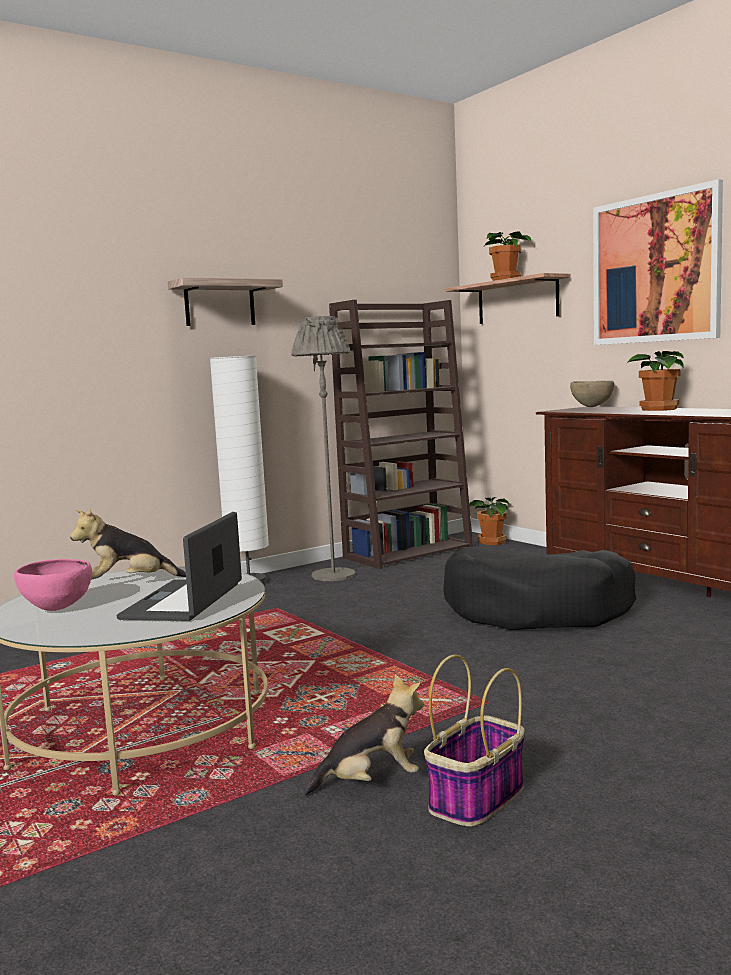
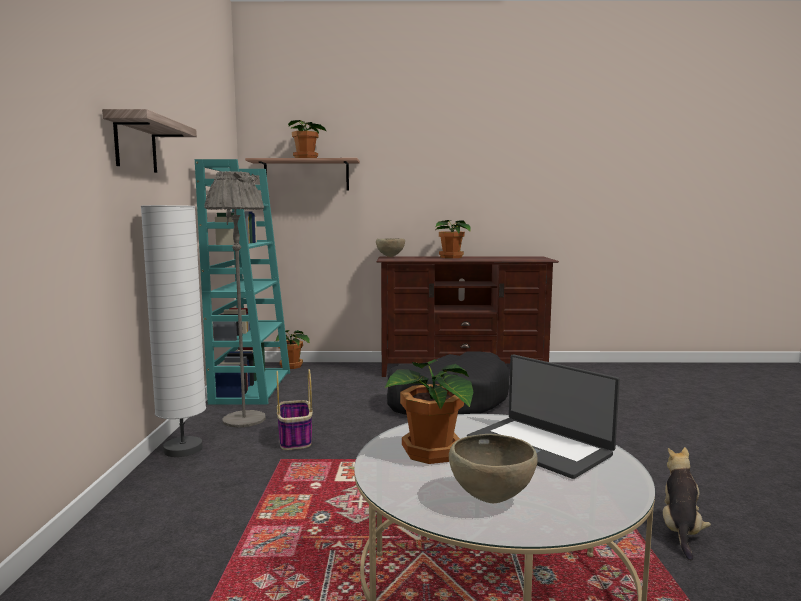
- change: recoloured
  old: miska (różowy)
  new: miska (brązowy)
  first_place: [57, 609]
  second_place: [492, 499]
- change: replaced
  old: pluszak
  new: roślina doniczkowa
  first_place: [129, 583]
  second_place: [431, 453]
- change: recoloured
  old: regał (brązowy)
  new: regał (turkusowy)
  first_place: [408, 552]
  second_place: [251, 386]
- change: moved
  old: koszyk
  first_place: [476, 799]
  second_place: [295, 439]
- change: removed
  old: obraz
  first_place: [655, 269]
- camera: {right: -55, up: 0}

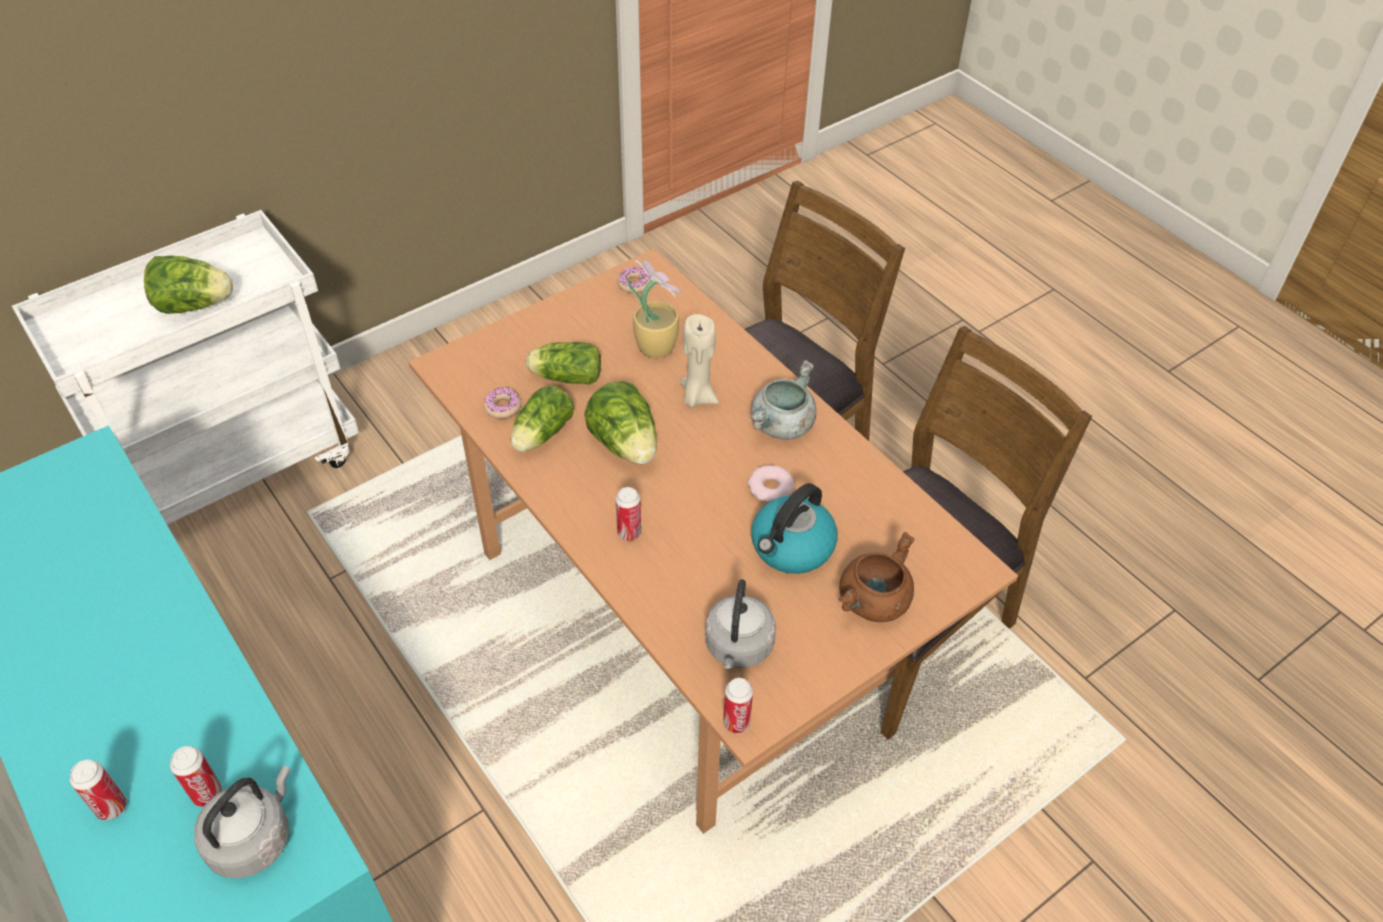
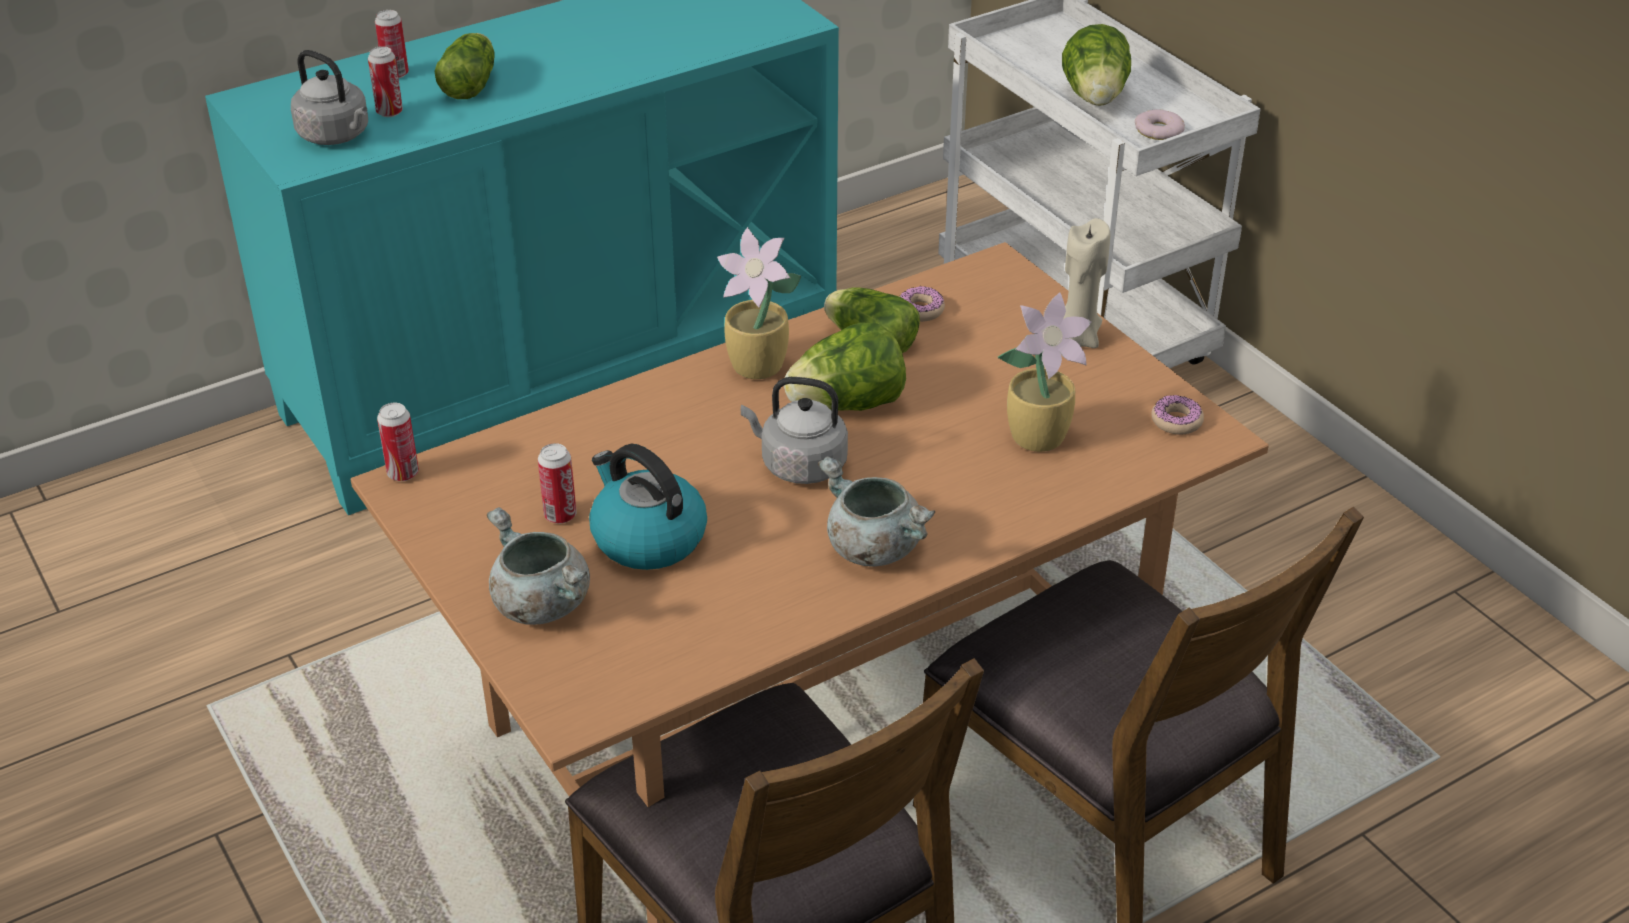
- change: moved
  old: sałata
  first_place: [564, 377]
  second_place: [471, 83]
- change: moved
  old: puszka
  first_place: [629, 533]
  second_place: [560, 515]
- change: moved
  old: świeca (beżowy)
  first_place: [697, 397]
  second_place: [1076, 339]
- change: moved
  old: czajnik (szary)
  first_place: [738, 648]
  second_place: [799, 465]
- change: moved
  old: donut
  first_place: [770, 488]
  second_place: [1158, 130]
- change: recoloured
  old: garnek (brązowy)
  new: garnek (szary)
  first_place: [873, 603]
  second_place: [539, 604]
- change: added
  new: roślina doniczkowa
  second_place: [759, 368]
- camera: {right: 95, up: -10}

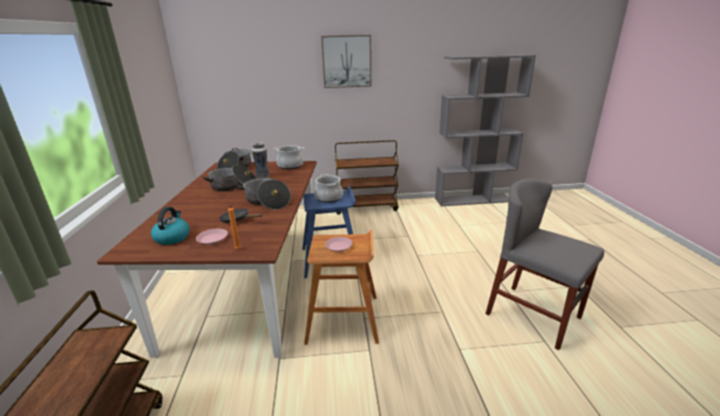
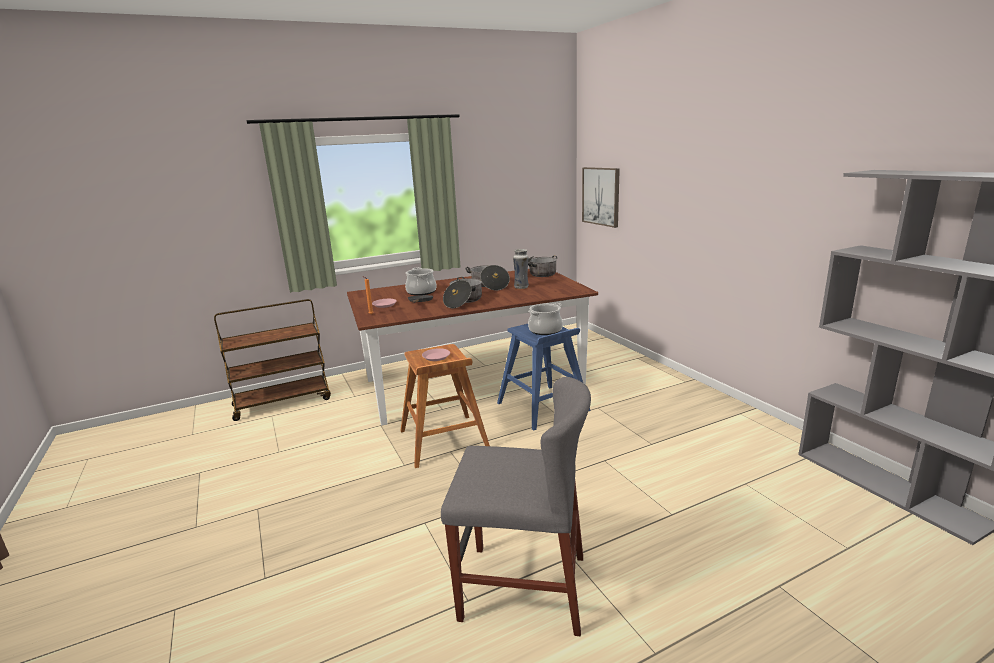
- change: removed
  old: czajnik
  first_place: [172, 237]
- change: moved
  old: garnek
  first_place: [290, 166]
  second_place: [421, 292]
- change: moved
  old: obraz
  first_place: [346, 61]
  second_place: [601, 196]
- change: removed
  old: wózek (brązowy)
  first_place: [367, 207]
- change: turned
  old: krzesło (szary)
  first_place: [533, 315]
  second_place: [523, 587]
  degrees: 75
- camera: {right: 70, up: -5}

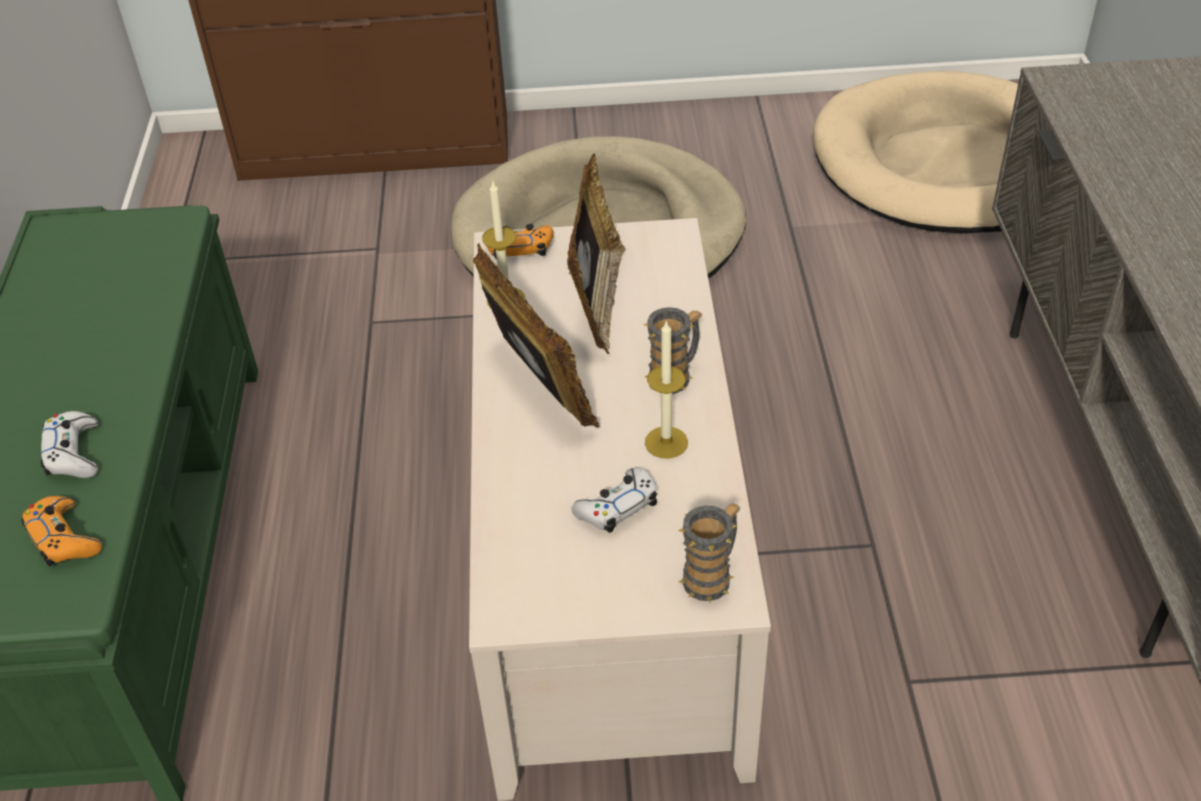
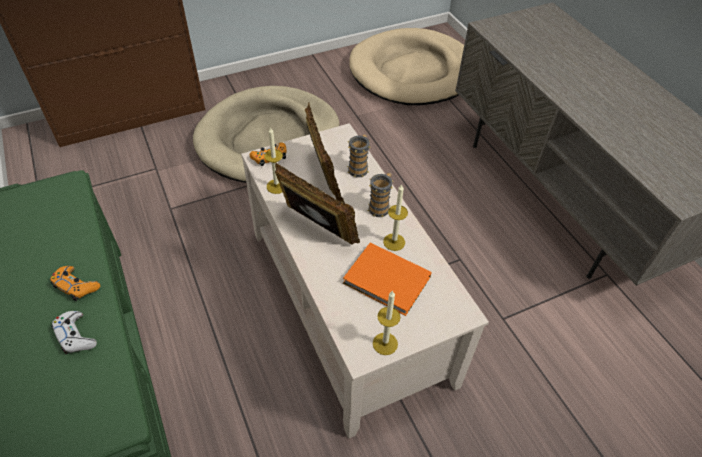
- change: moved
  old: pad do gier (pomarańczowy)
  first_place: [64, 538]
  second_place: [76, 286]
- change: replaced
  old: pad do gier (biały)
  new: książka (pomarańczowy)
  first_place: [617, 507]
  second_place: [388, 282]
- change: moved
  old: kubek
  first_place: [712, 576]
  second_place: [359, 168]
- change: added
  new: świeca
  second_place: [385, 343]
- camera: {right: -25, up: 5}

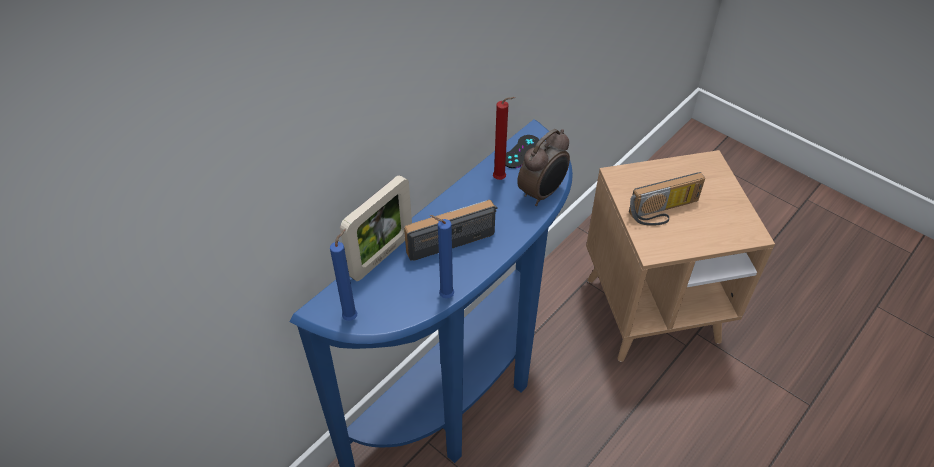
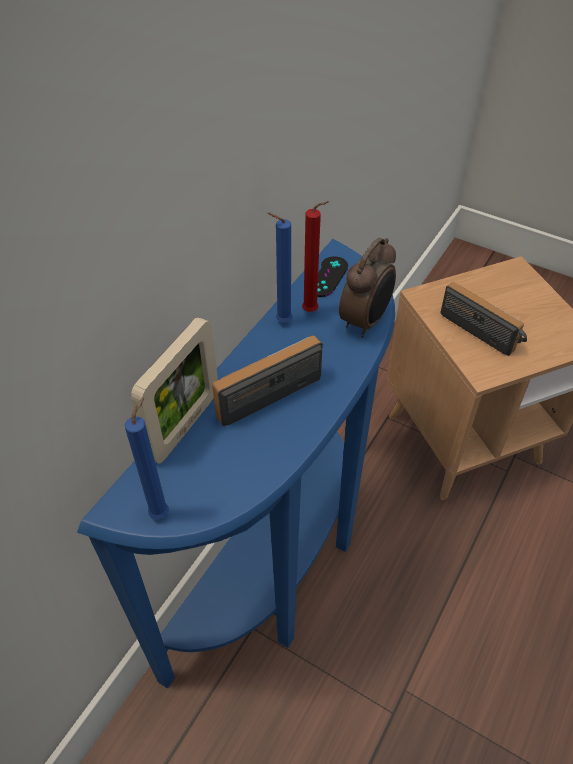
- change: moved
  old: świeca (niebieski)
  first_place: [444, 296]
  second_place: [281, 322]
- change: turned
  old: radio
  first_place: [664, 212]
  second_place: [483, 329]
  degrees: -105
- camera: {right: -10, up: 0}

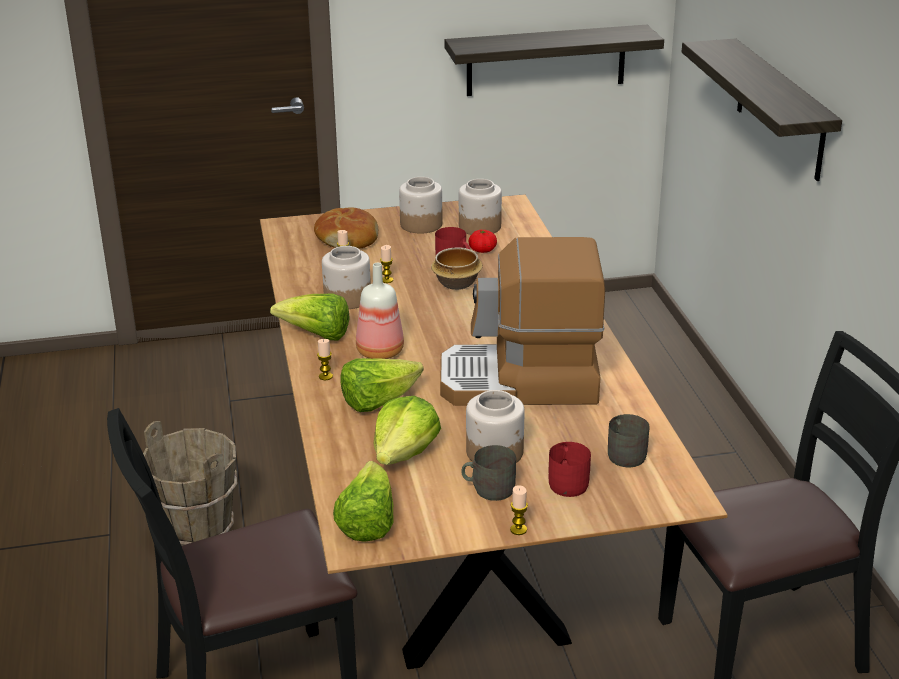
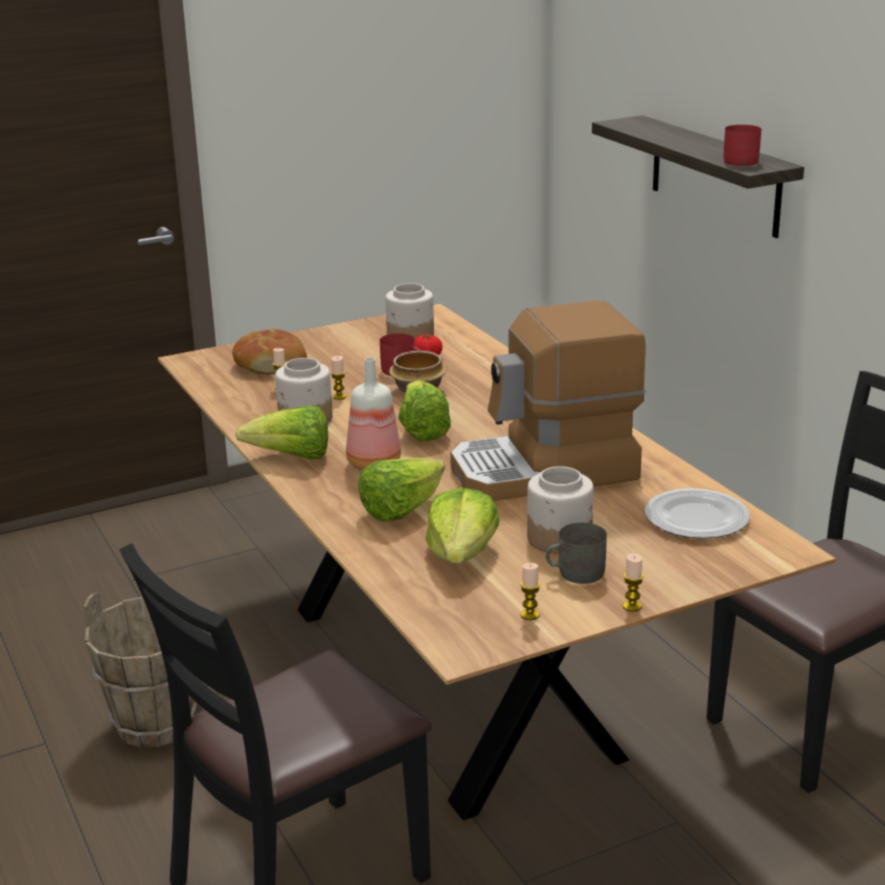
- change: moved
  old: świeca
  first_place: [325, 376]
  second_place: [530, 615]
- change: moved
  old: sałata
  first_place: [367, 522]
  second_place: [422, 430]
- change: removed
  old: słoik
  first_place: [420, 224]
- change: removed
  old: półka
  first_place: [546, 60]
- change: moved
  old: kubek (czerwony)
  first_place: [568, 481]
  second_place: [738, 160]
- change: replaced
  old: kubek (szary)
  new: talerz
  first_place: [625, 453]
  second_place: [696, 519]
- camera: {right: -15, up: -5}

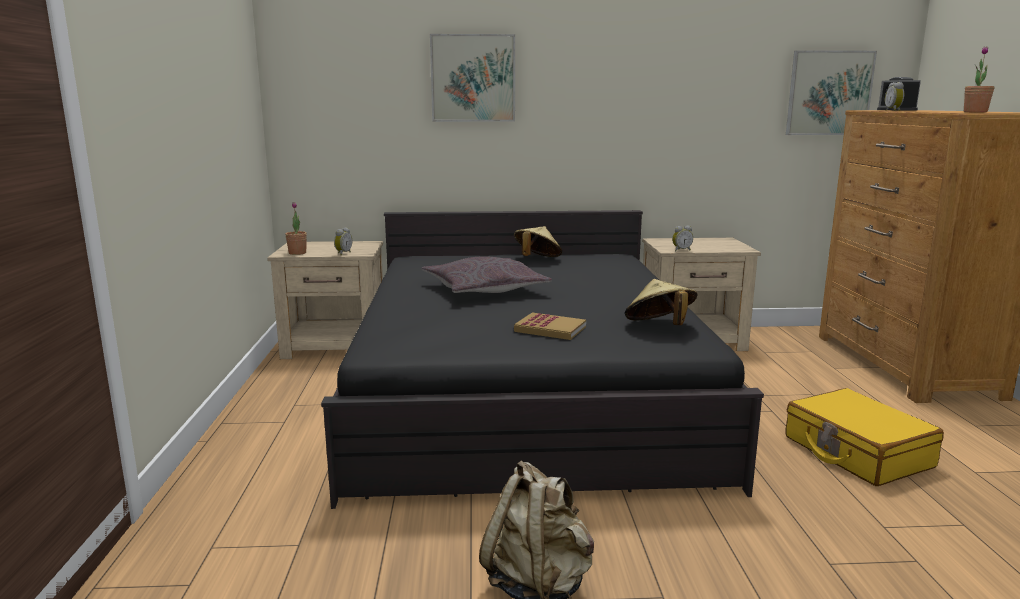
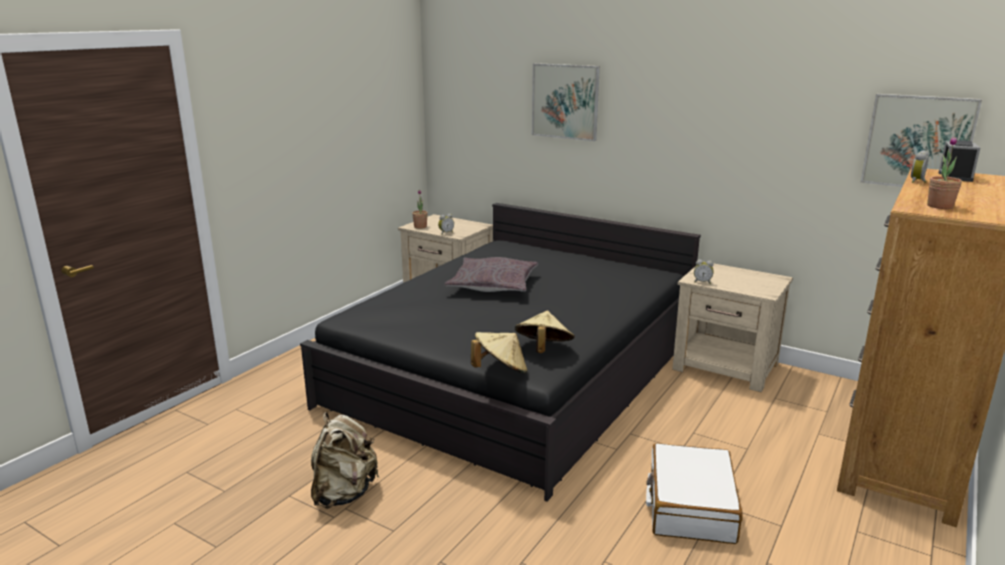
- change: moved
  old: kapelusz (beżowy)
  first_place: [537, 259]
  second_place: [500, 371]
- change: removed
  old: książka
  first_place: [550, 329]
- change: recoloured
  old: walizka (żółty)
  new: walizka (biały)
  first_place: [856, 452]
  second_place: [690, 506]
- camera: {right: 35, up: 5}

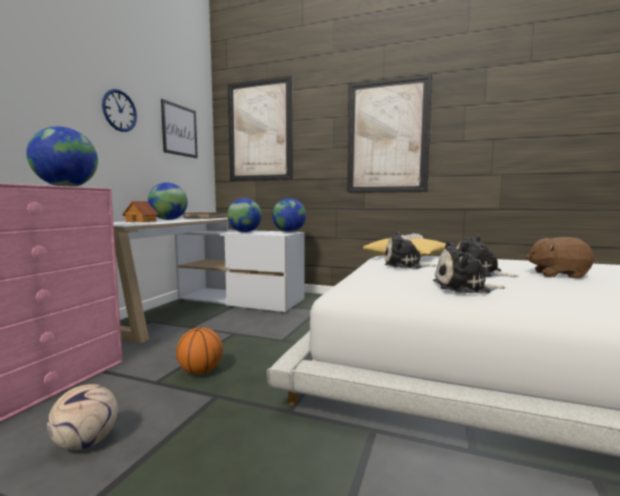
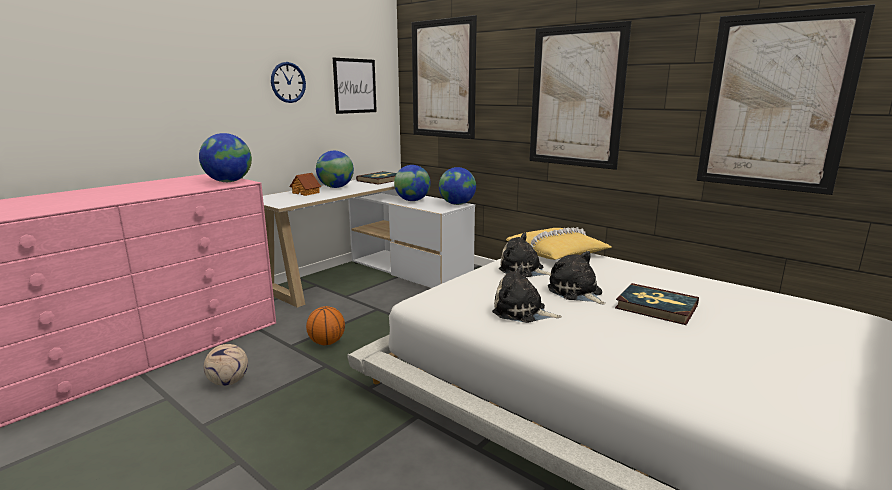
- change: replaced
  old: pluszak (brązowy)
  new: książka
  first_place: [558, 275]
  second_place: [656, 307]
- change: added
  new: obraz
  second_place: [775, 103]
- camera: {right: 20, up: 10}

